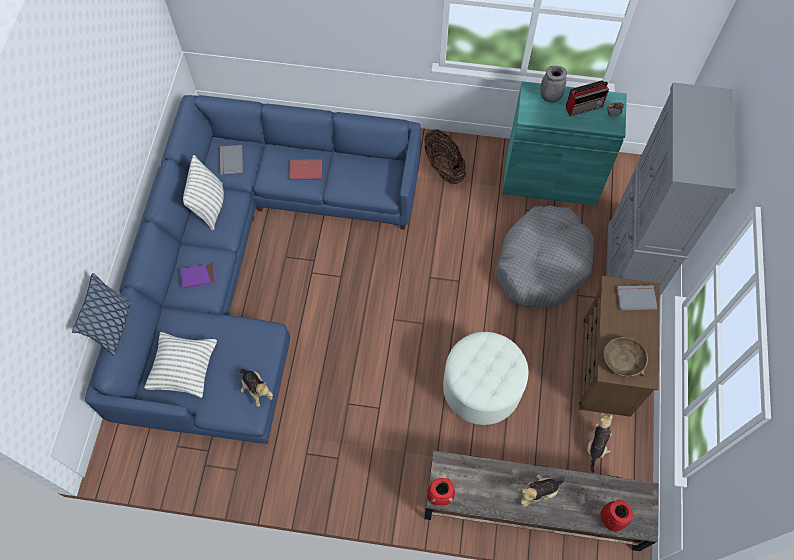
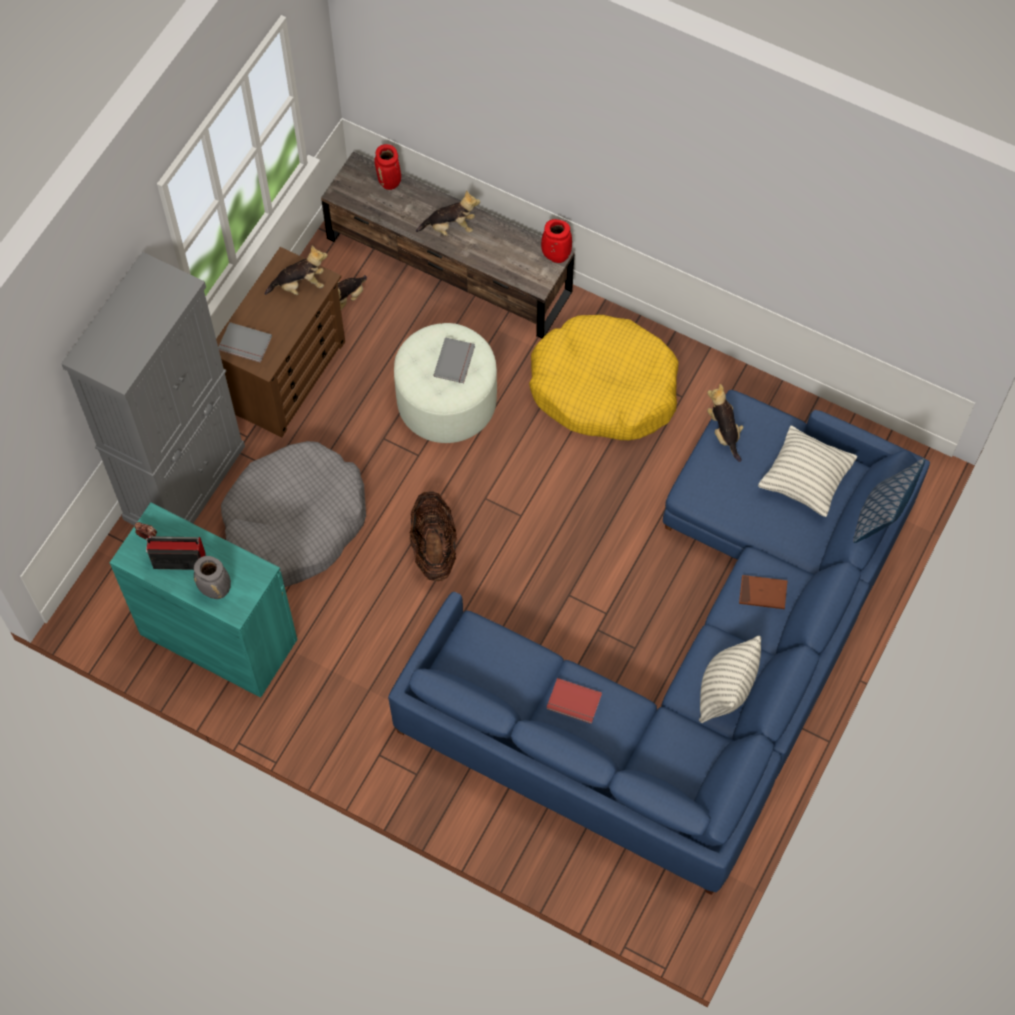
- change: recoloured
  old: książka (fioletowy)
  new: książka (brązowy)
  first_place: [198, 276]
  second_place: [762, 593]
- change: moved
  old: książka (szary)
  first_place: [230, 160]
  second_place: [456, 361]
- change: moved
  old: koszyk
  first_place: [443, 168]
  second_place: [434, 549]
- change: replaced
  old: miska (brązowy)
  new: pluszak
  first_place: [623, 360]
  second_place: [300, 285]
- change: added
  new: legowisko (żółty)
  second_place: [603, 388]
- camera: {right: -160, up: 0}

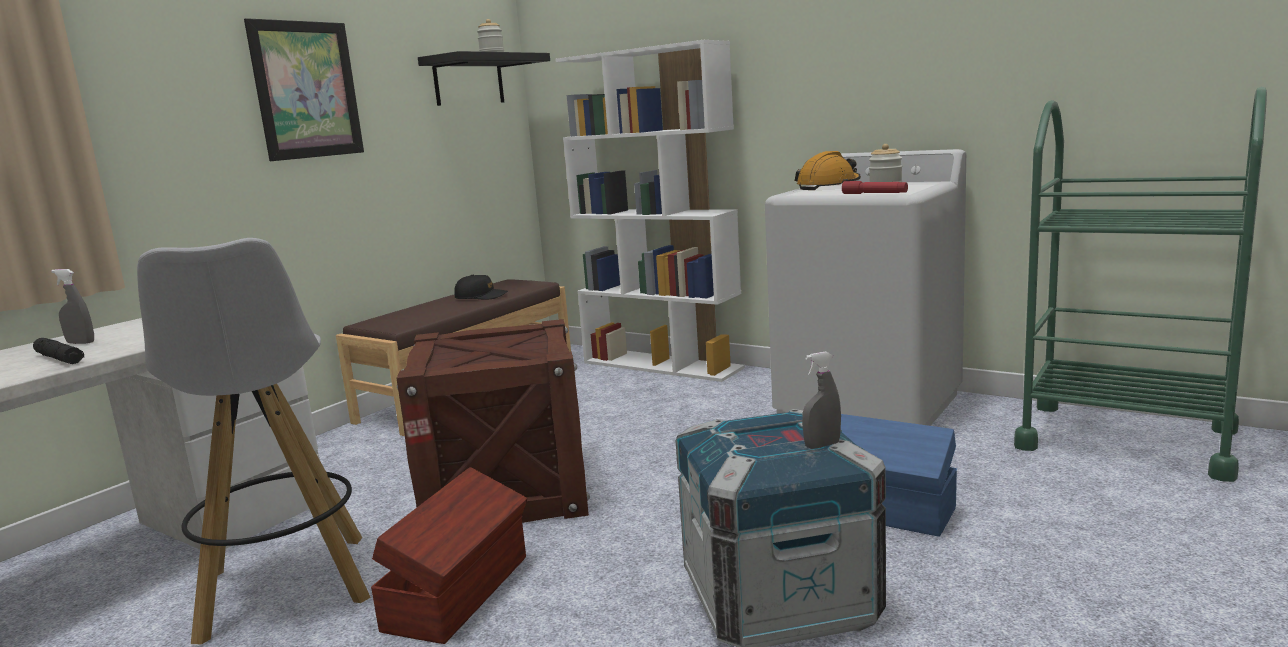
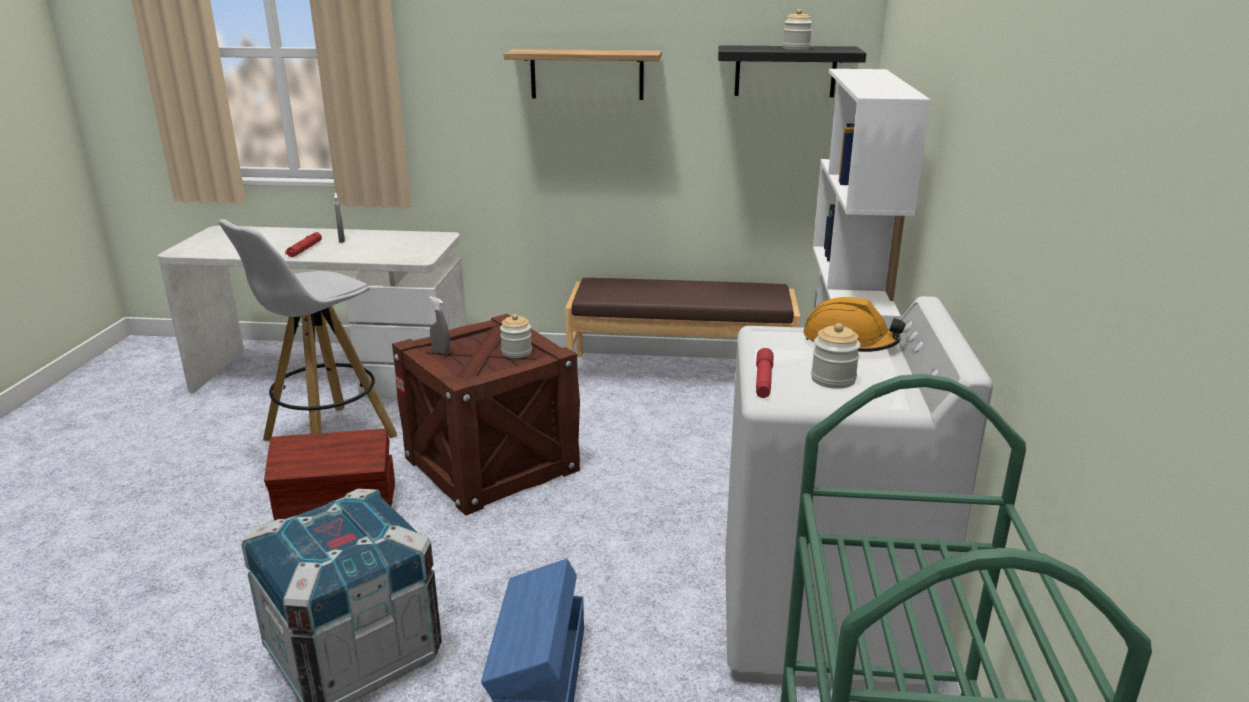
- change: recoloured
  old: latarka (czarny)
  new: latarka (czerwony)
  first_place: [60, 359]
  second_place: [304, 249]
- change: replaced
  old: obraz
  new: półka
  first_place: [306, 90]
  second_place: [587, 74]
- change: removed
  old: czapka z daszkiem (czarny)
  first_place: [481, 296]
- change: moved
  old: spryskiwacz (szary)
  first_place: [822, 445]
  second_place: [441, 352]
- change: added
  new: słoik
  second_place: [516, 352]
- camera: {right: 60, up: 10}

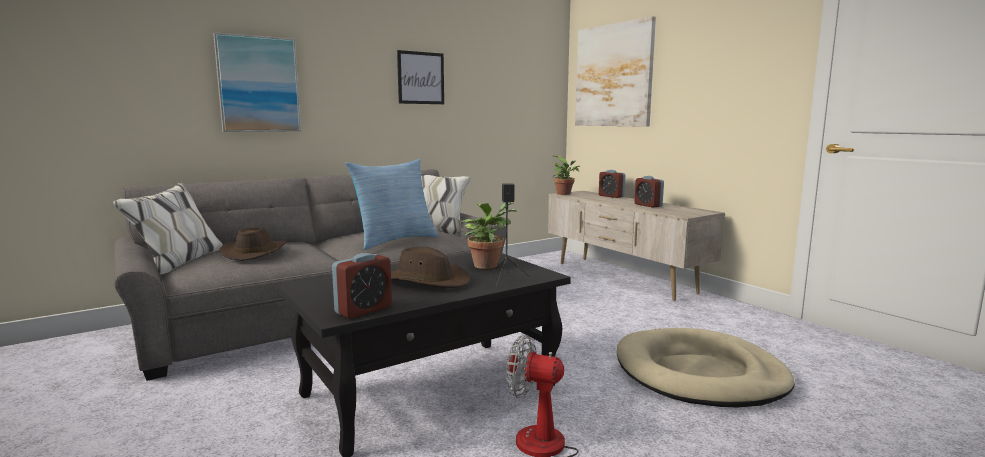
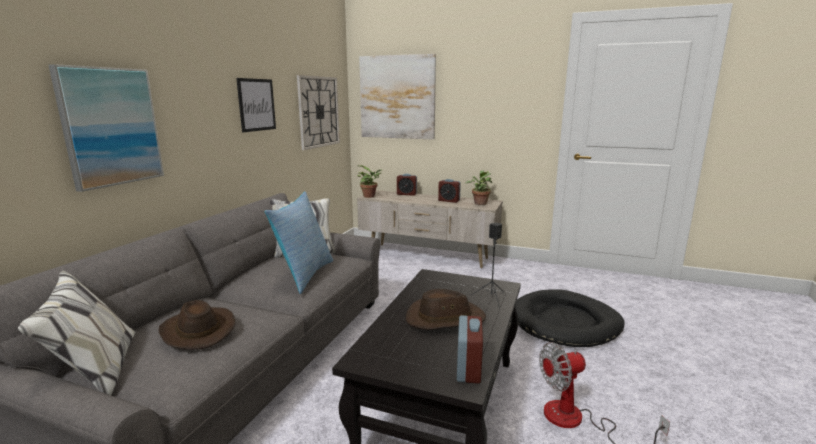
- change: moved
  old: roślina doniczkowa
  first_place: [487, 265]
  second_place: [480, 203]
- change: recoloured
  old: legowisko (beżowy)
  new: legowisko (czarny)
  first_place: [699, 374]
  second_place: [565, 322]
- change: added
  new: zegar ścienny
  second_place: [318, 112]
- camera: {right: -35, up: 5}

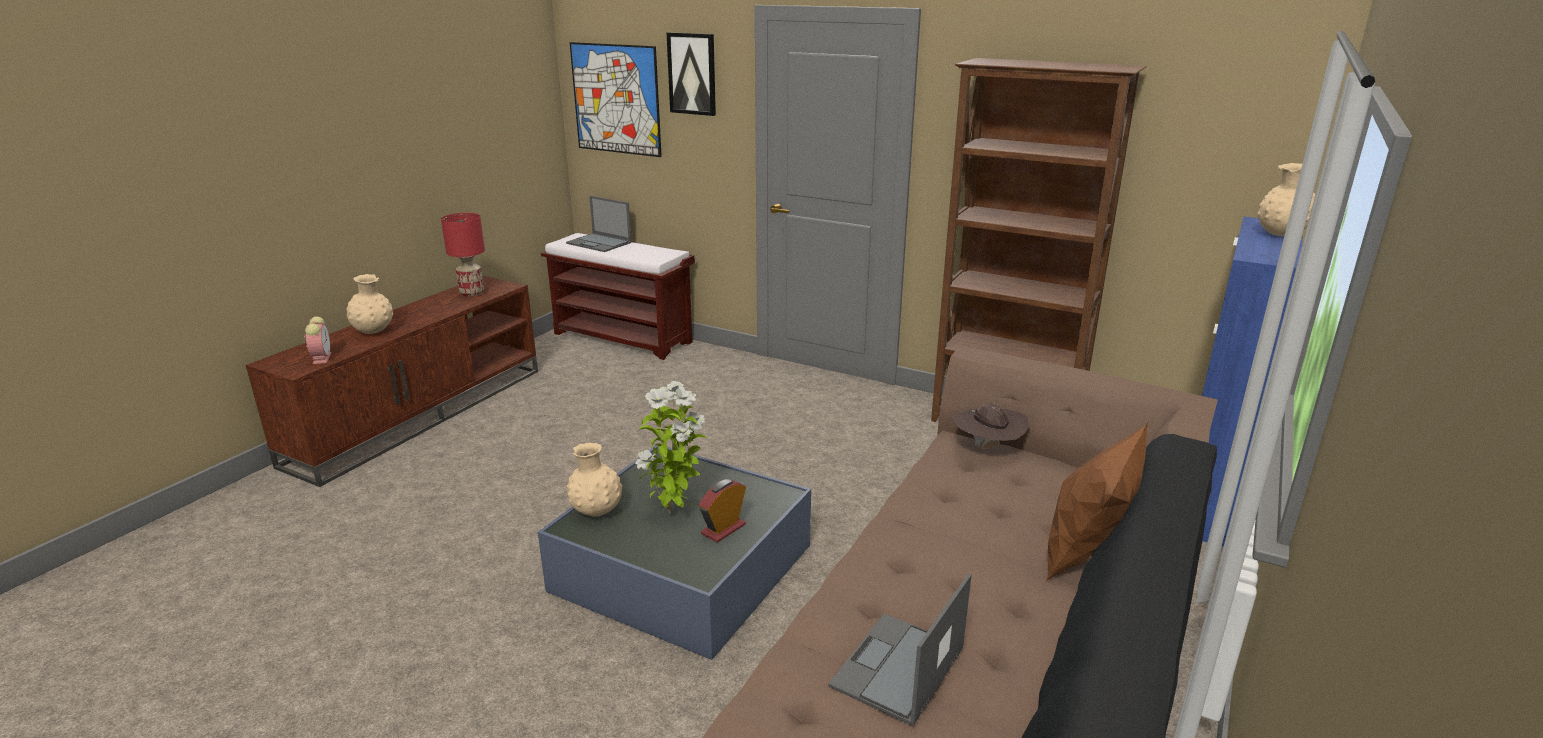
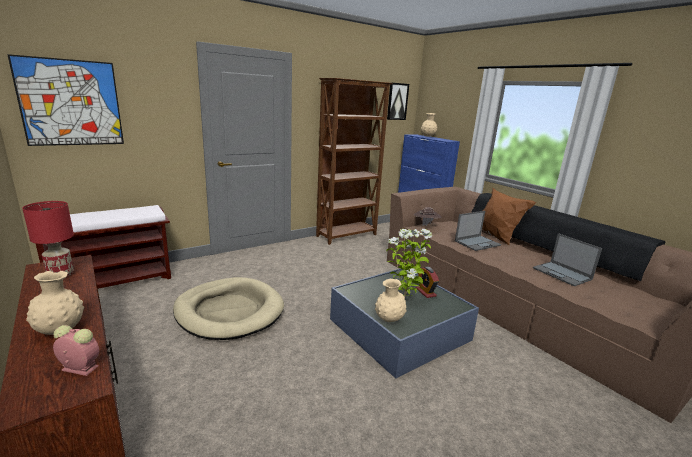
- change: moved
  old: laptop
  first_place: [599, 243]
  second_place: [477, 243]
- change: moved
  old: obraz
  first_place: [692, 74]
  second_place: [397, 101]
- change: added
  new: legowisko (beżowy)
  second_place: [229, 311]
- camera: {right: -65, up: -5}

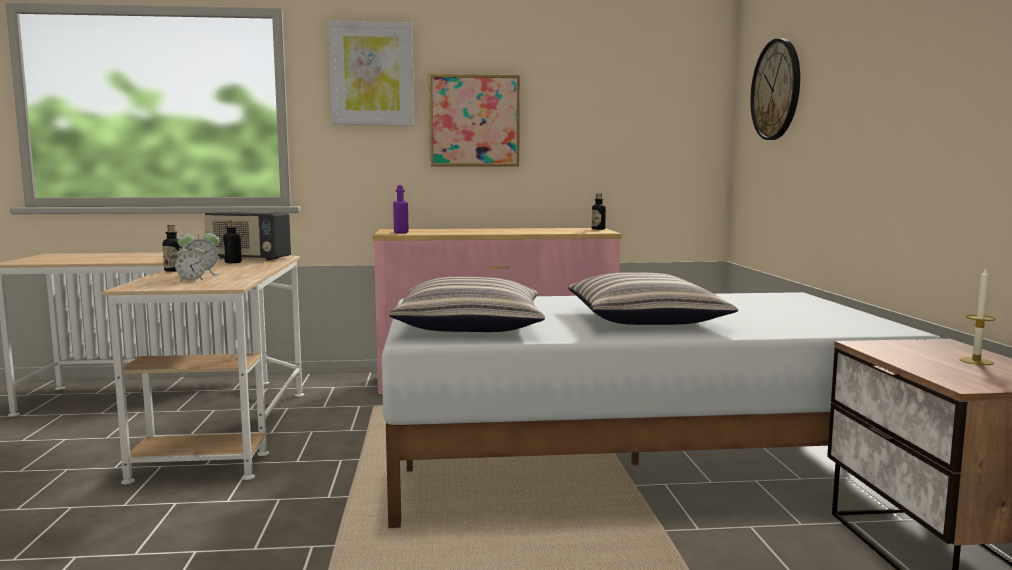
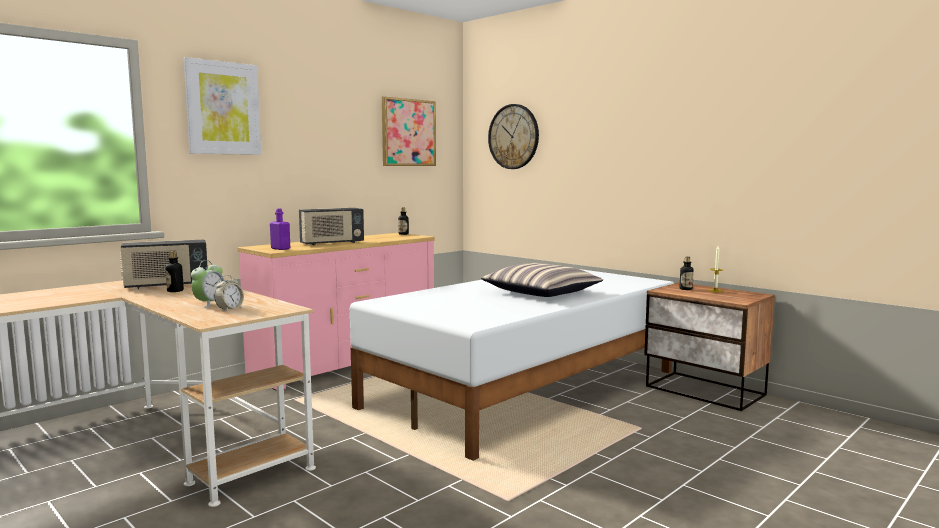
- change: moved
  old: butelka
  first_place: [174, 270]
  second_place: [686, 289]
- change: removed
  old: poduszka
  first_place: [470, 325]
- change: moved
  old: obraz
  first_place: [474, 121]
  second_place: [408, 132]
- change: added
  new: radio
  second_place: [332, 243]
- camera: {right: -40, up: 0}

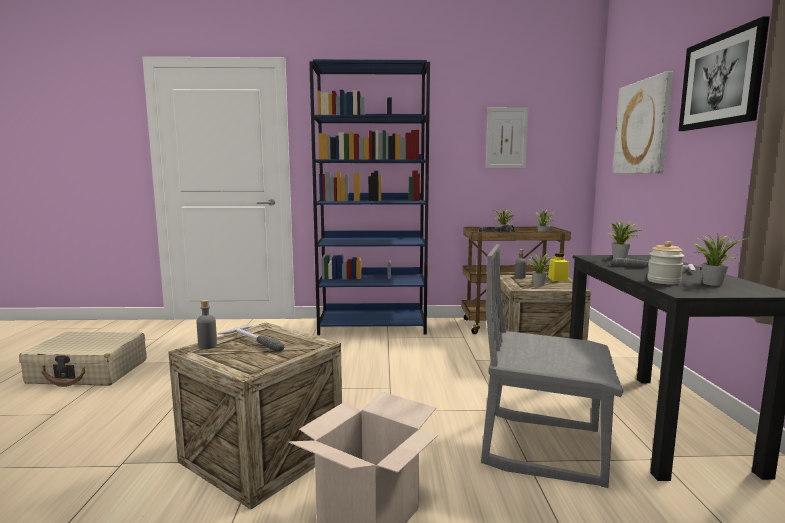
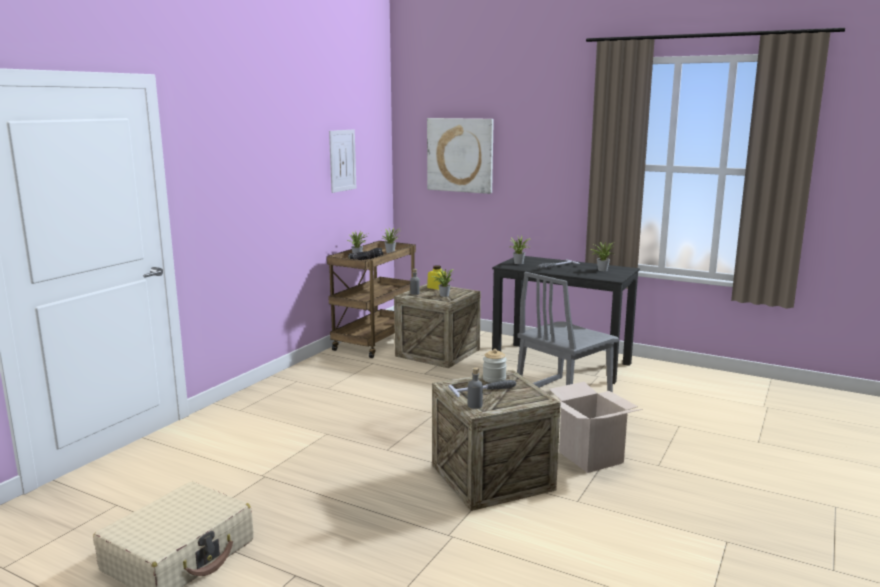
- change: removed
  old: regał (niebieski)
  first_place: [373, 326]
- change: moved
  old: słoik
  first_place: [663, 281]
  second_place: [494, 379]
- change: removed
  old: obraz
  first_place: [721, 80]
- camera: {right: -60, up: 5}

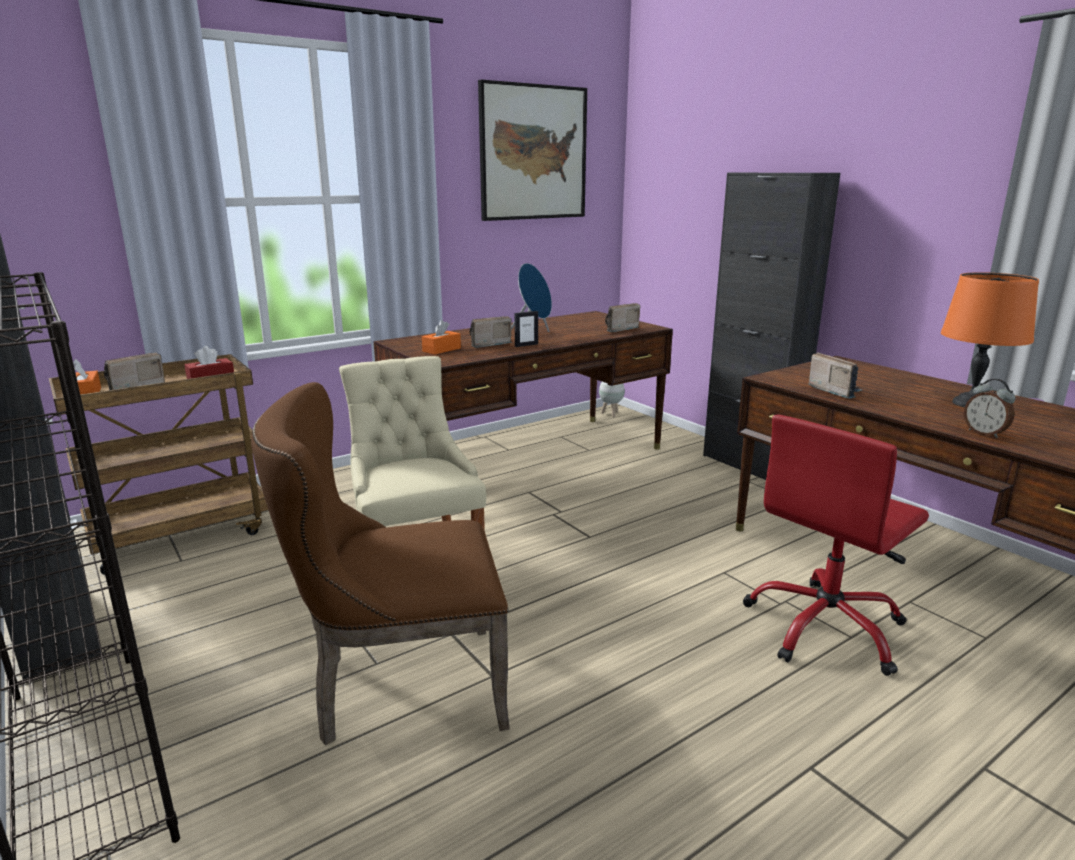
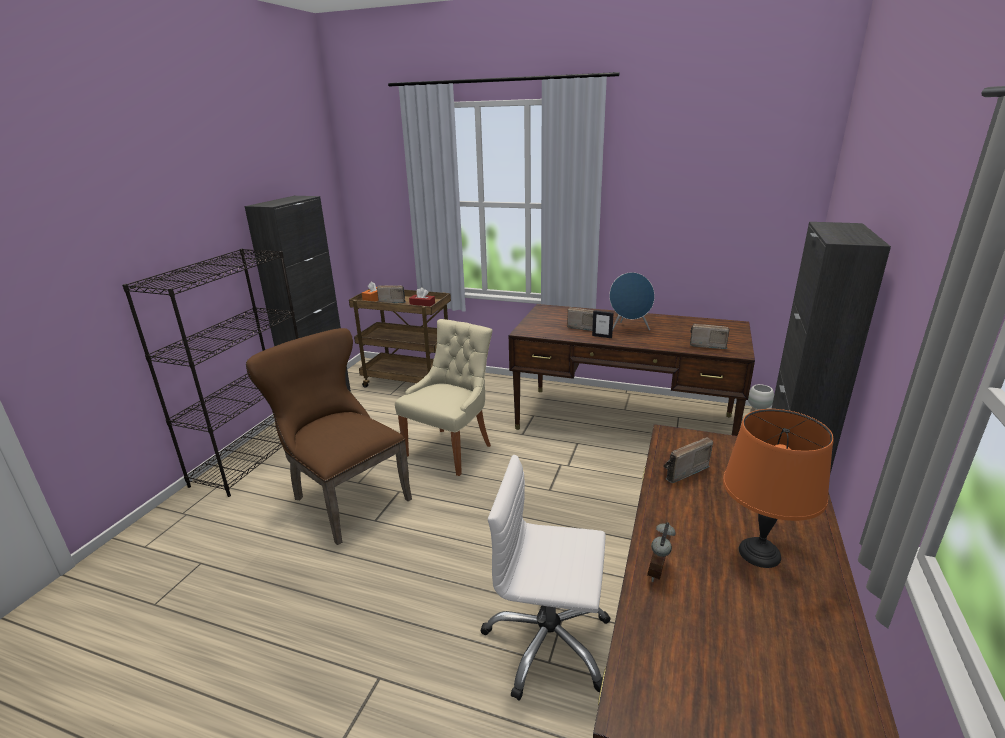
- change: removed
  old: pudełko chusteczek (pomarańczowy)
  first_place: [441, 350]
- change: removed
  old: obraz
  first_place: [533, 153]
- change: recoloured
  old: krzesło biurowe (czerwony)
  new: krzesło biurowe (biały)
  first_place: [825, 627]
  second_place: [548, 643]
- change: turned
  old: radio
  first_place: [835, 391]
  second_place: [680, 471]
  degrees: -150
- camera: {right: 55, up: 5}

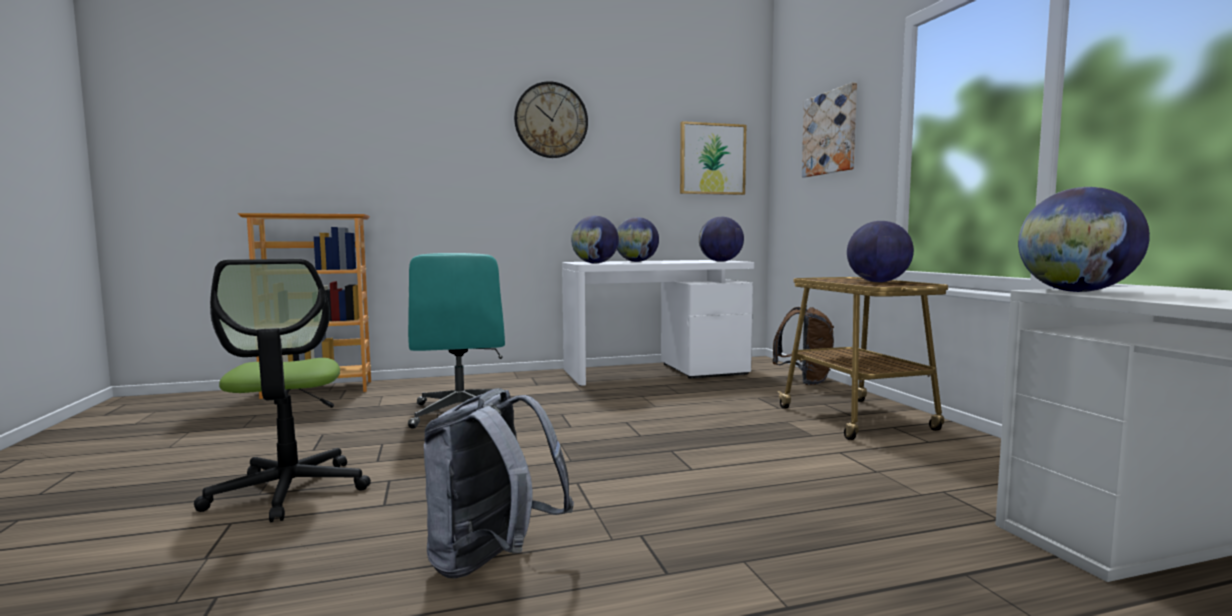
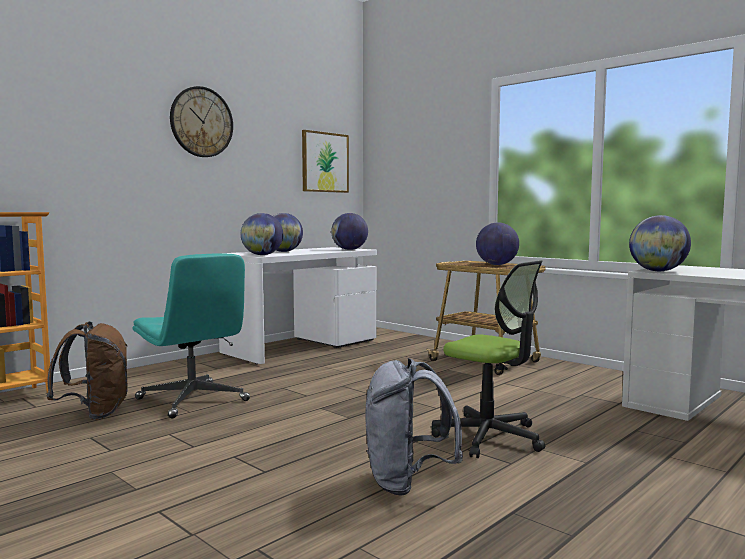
- change: moved
  old: krzesło biurowe
  first_place: [289, 491]
  second_place: [489, 437]
- change: moved
  old: plecak (brązowy)
  first_place: [804, 381]
  second_place: [95, 414]
- change: removed
  old: obraz
  first_place: [830, 133]
- camera: {right: -30, up: 0}

